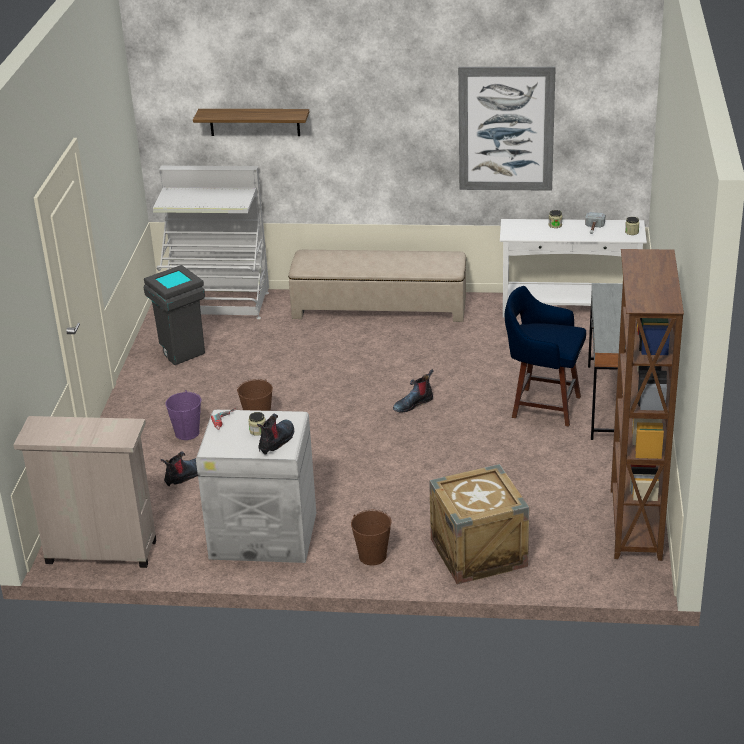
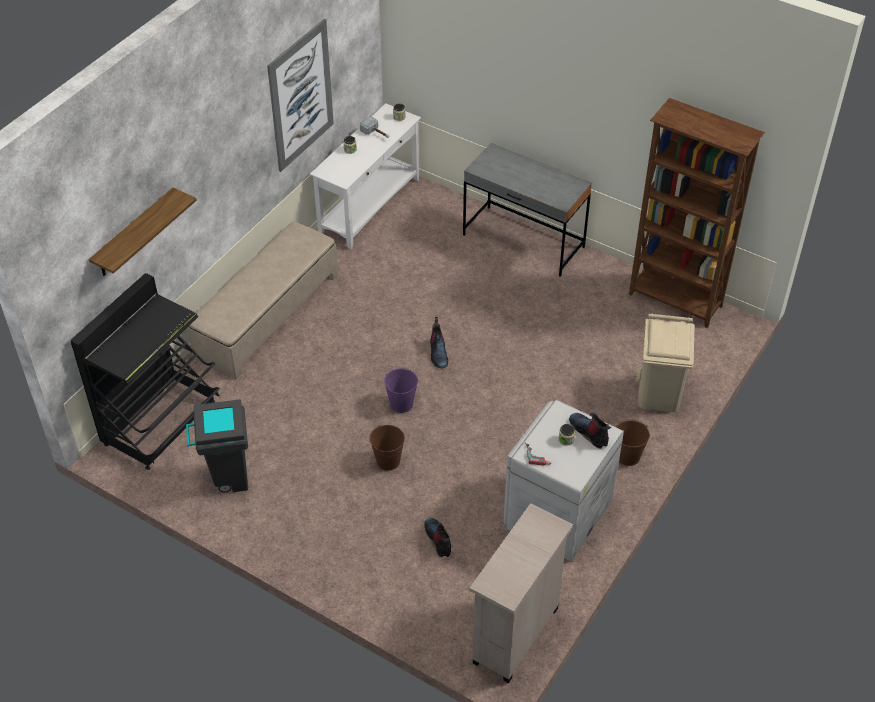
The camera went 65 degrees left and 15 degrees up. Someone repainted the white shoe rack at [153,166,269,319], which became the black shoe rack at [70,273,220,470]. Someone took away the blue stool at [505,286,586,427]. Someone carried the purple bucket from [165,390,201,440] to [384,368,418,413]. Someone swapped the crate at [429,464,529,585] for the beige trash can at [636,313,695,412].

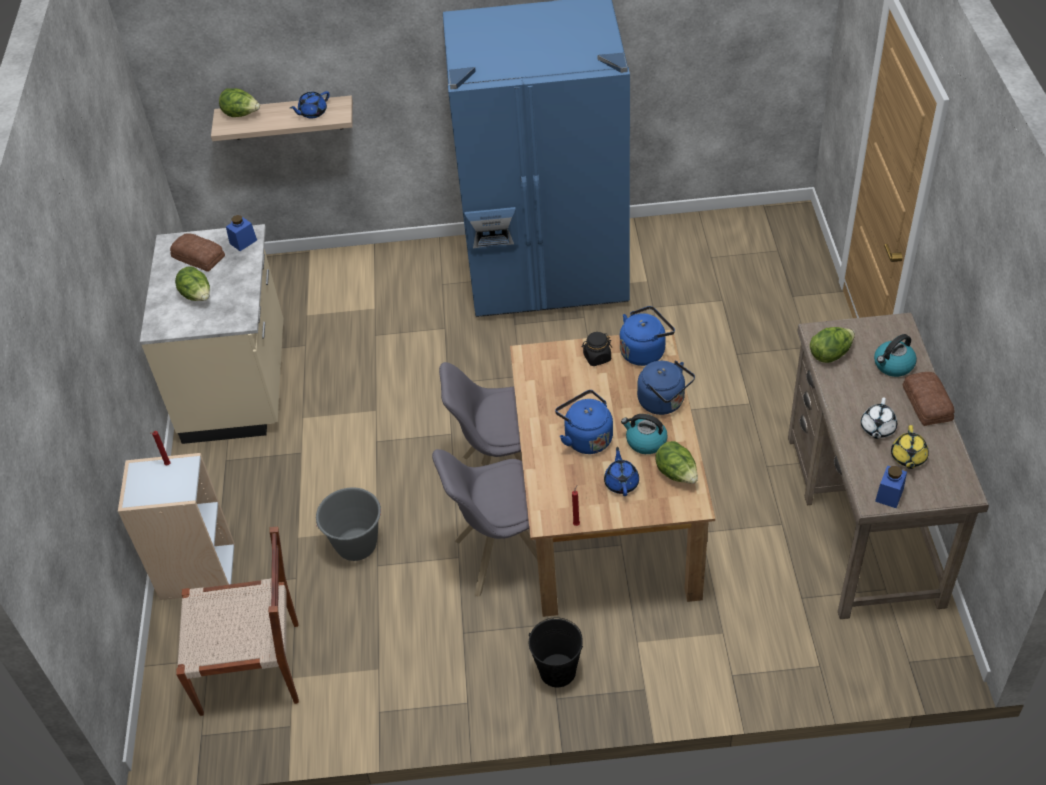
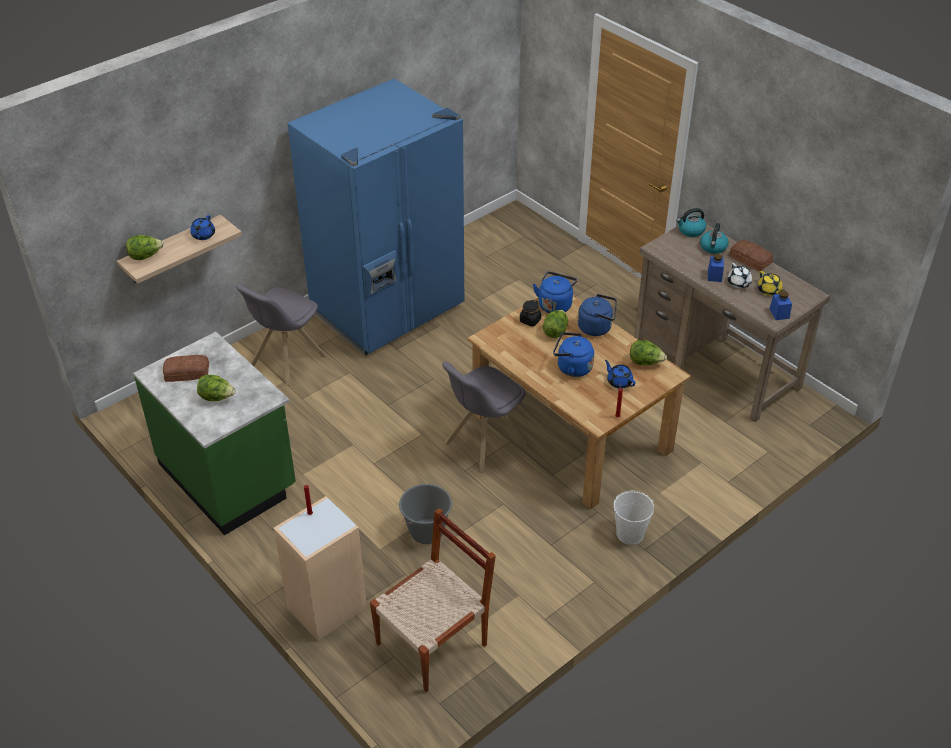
The camera went 40 degrees left and 5 degrees down. Someone carried the blue jar from [226,215,257,251] to [708,254,724,282]. Someone repainted the beige counter at [140,224,283,444], which became the green counter at [133,332,296,535]. Someone carried the lettuce from [810,327,855,363] to [542,310,568,338]. Someone carried the kettle from [621,414,668,454] to [676,208,706,237]. Someone carried the grey chair from [432,449,537,597] to [236,284,326,386]. Someone repainted the black bucket at [529,617,583,687], which became the white bucket at [614,491,654,545].

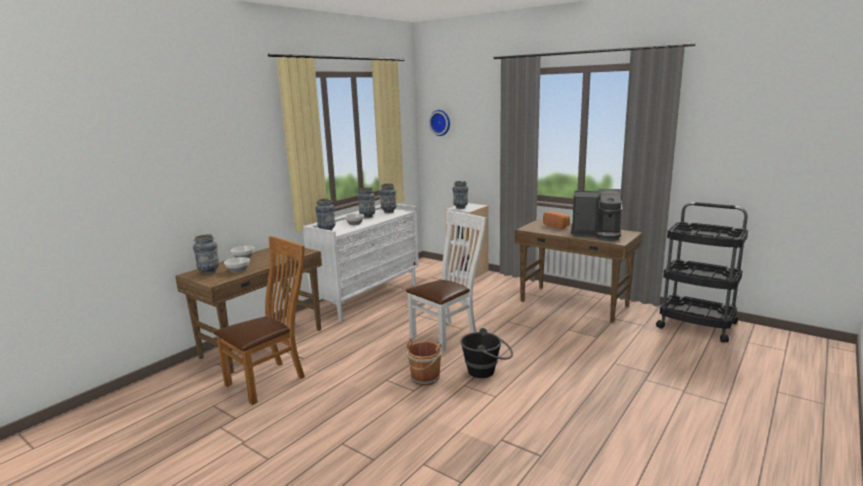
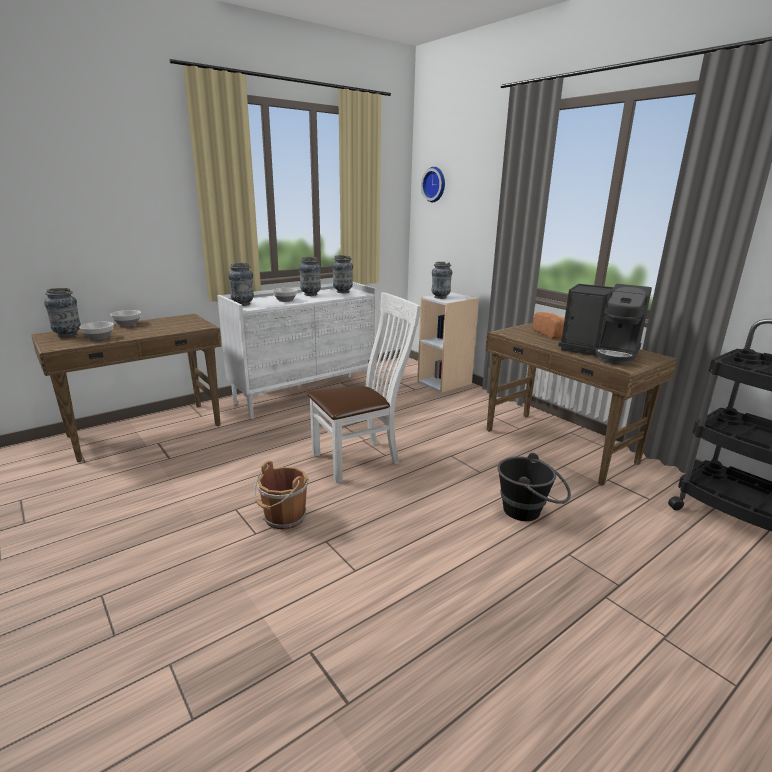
The camera went 15 degrees right and 5 degrees up. Someone took away the brown chair at [214,236,305,405]. Someone carried the black bucket from [460,328,513,378] to [497,453,571,521].

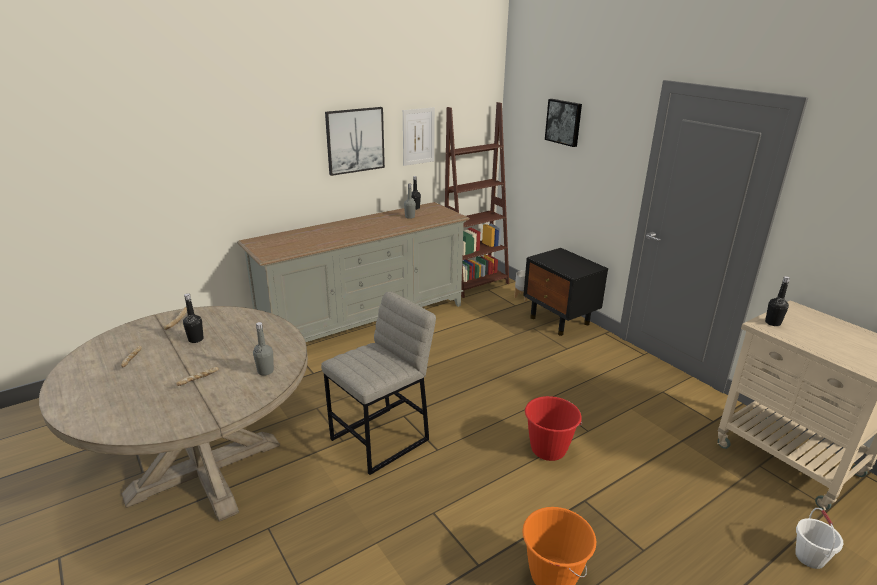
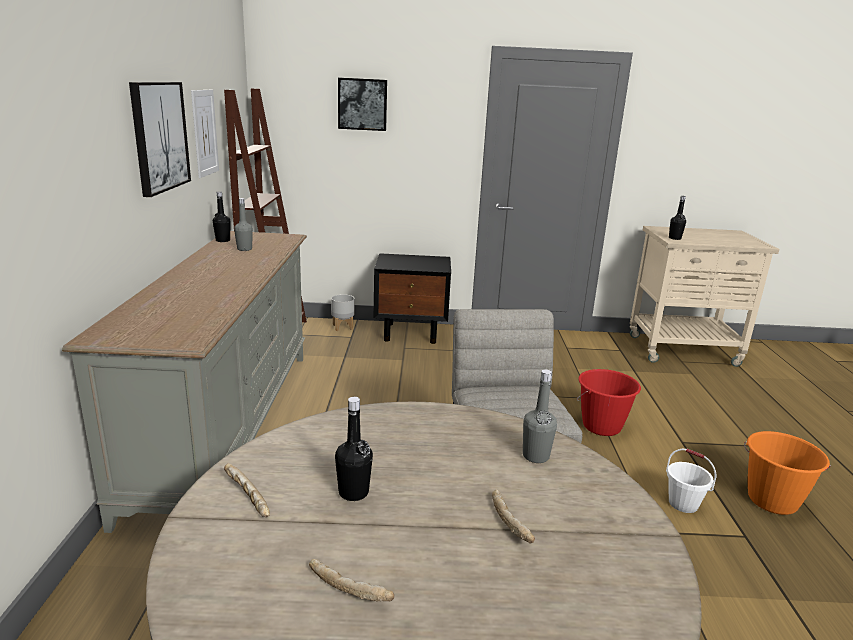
The camera went 55 degrees left and 5 degrees down. Someone carried the white bucket from [795,508,844,569] to [666,449,716,513].

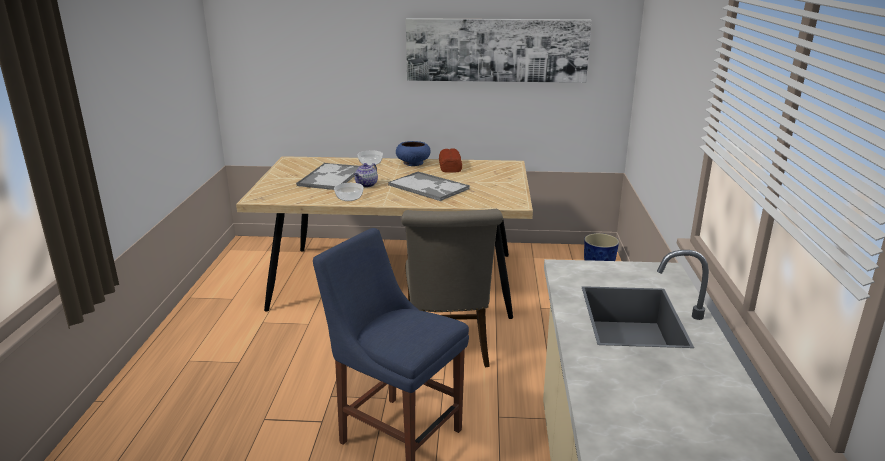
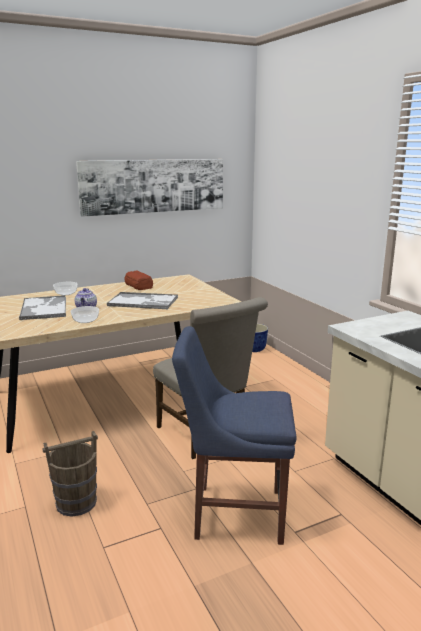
The camera went 30 degrees left and 5 degrees down. Someone took away the blue bowl at [396,141,431,166]. Someone put down the brown bucket at [43,431,98,517].

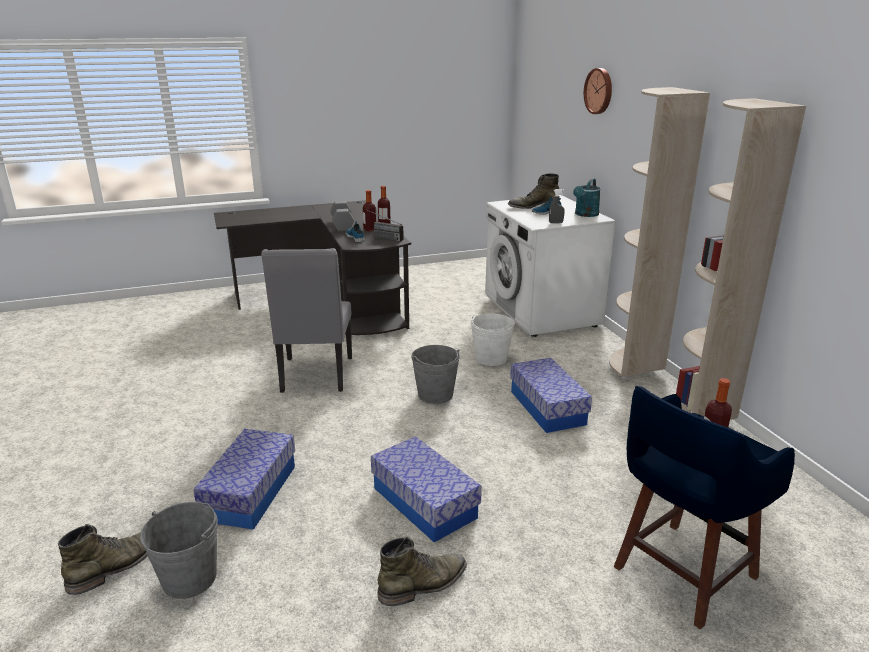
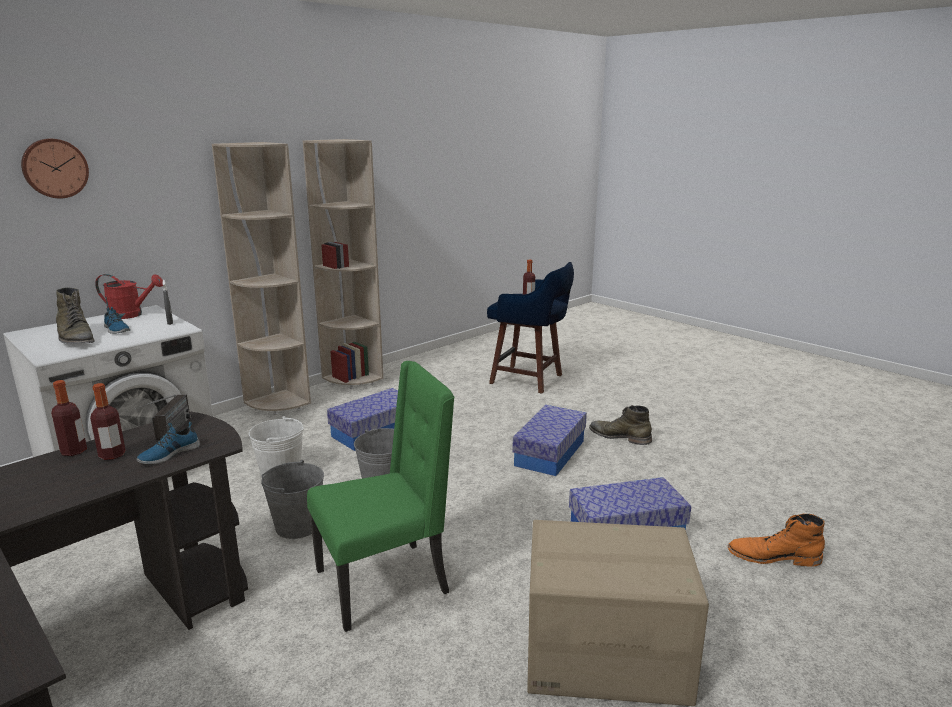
The camera went 115 degrees left and 5 degrees down. Someone repainted the turquoise watering can at [573,178,601,217], which became the red watering can at [95,274,163,319]. Someone took away the grey dumbbell at [330,201,354,231]. Someone repainted the grey chair at [261,248,352,393], which became the green chair at [307,361,455,632]. Someone carried the grey bucket from [140,502,218,599] to [261,460,324,539]. Someone repainted the green boot at [58,524,148,595], which became the orange boot at [728,514,825,567]. Someone put down the cardboard box at [527,520,709,706].

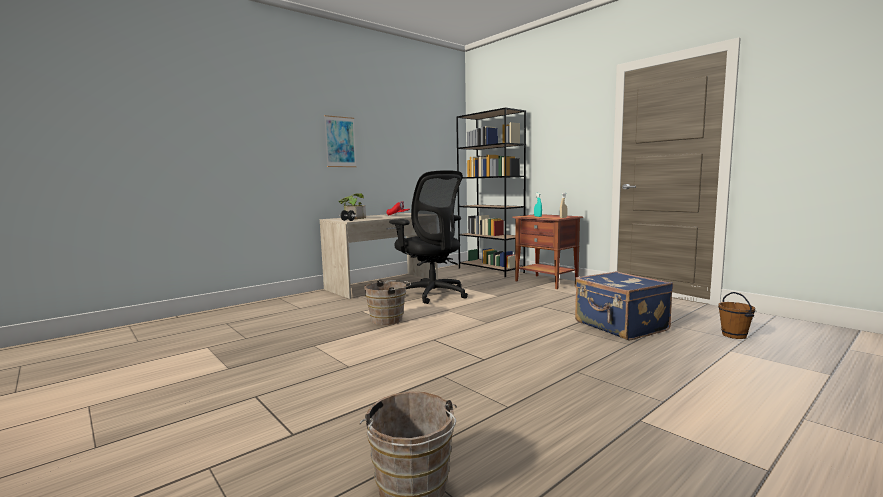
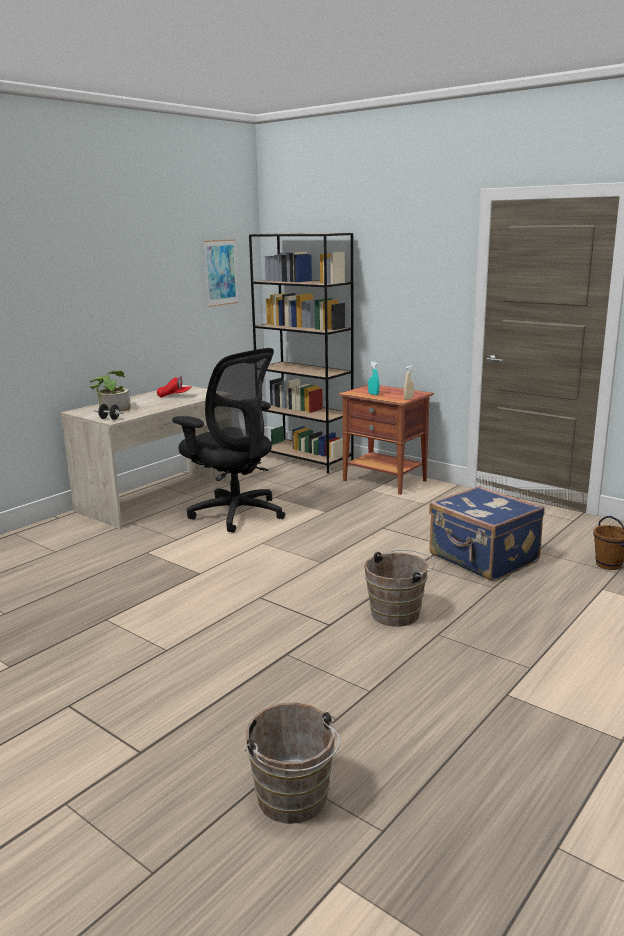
The camera went 10 degrees left and 10 degrees up. Someone carried the picture from [324,115,357,167] to [204,239,238,307]. Someone carried the brown bucket from [364,280,411,325] to [364,549,435,627].

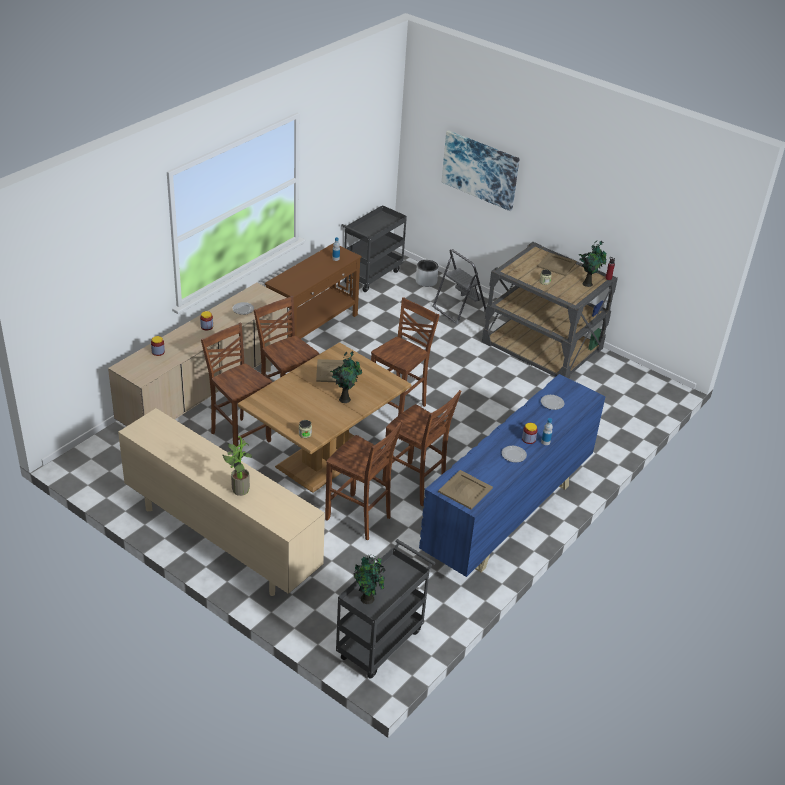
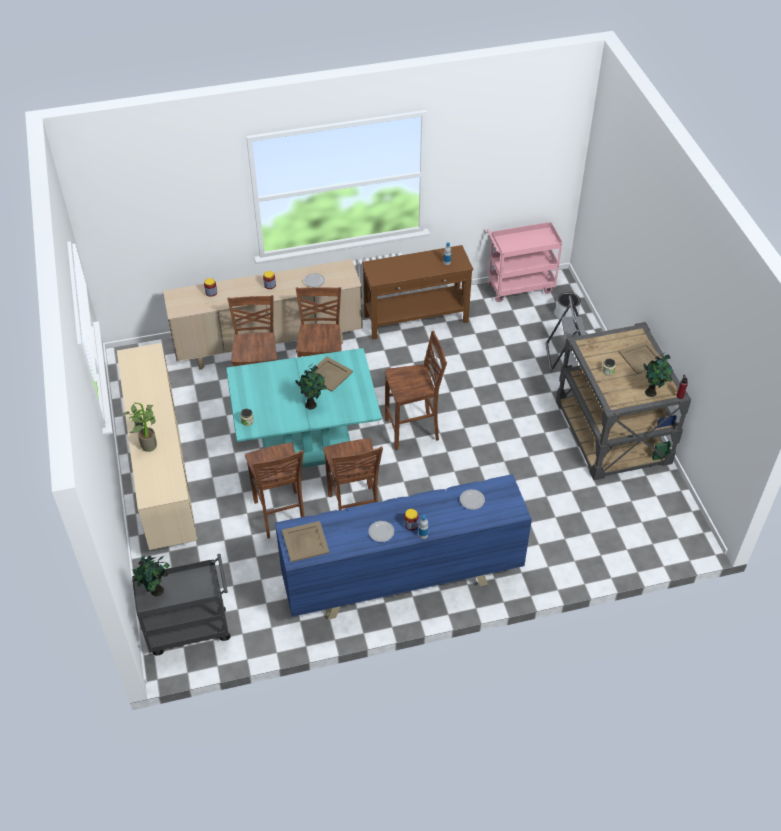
The camera went 40 degrees right and 10 degrees up. Someone took away the picture at [442,130,520,211]. Someone repainted the grey cart at [341,205,407,292], which became the pink cart at [487,222,562,302]. Someone repainted the brown dining table at [238,342,411,493], which became the turquoise dining table at [226,348,382,468].

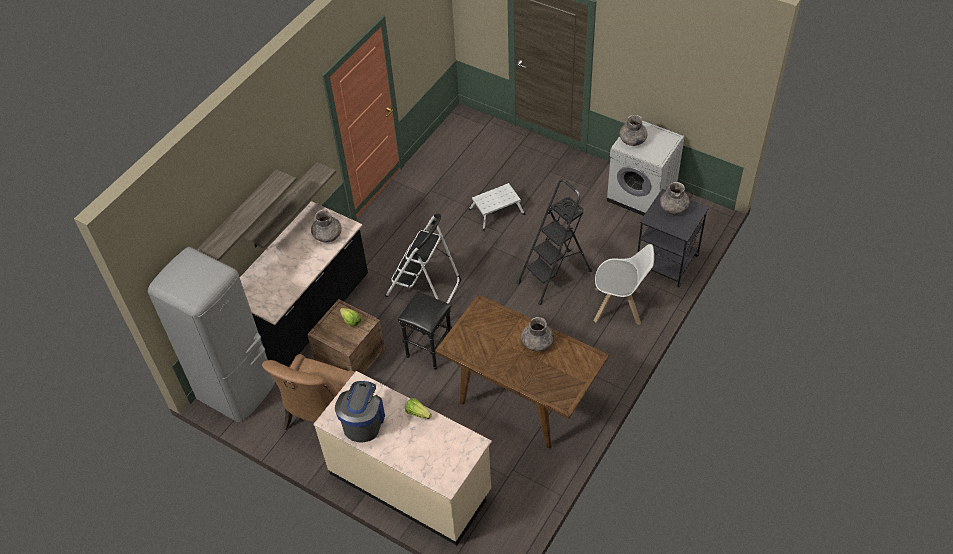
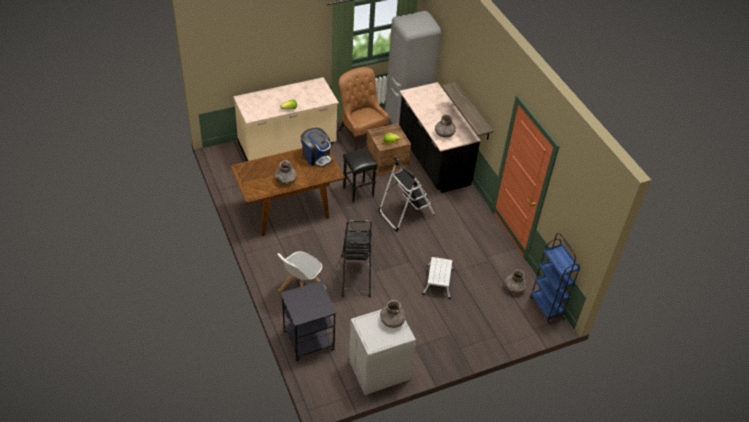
The camera went 120 degrees right and 5 degrees down. Someone took away the shelf at [197,169,297,261]. Someone carried the grey vase from [660,182,690,215] to [505,269,527,293]. Someone carried the coffee machine from [335,381,385,443] to [301,128,332,167]. Someone put down the blue cart at [530,233,580,325].

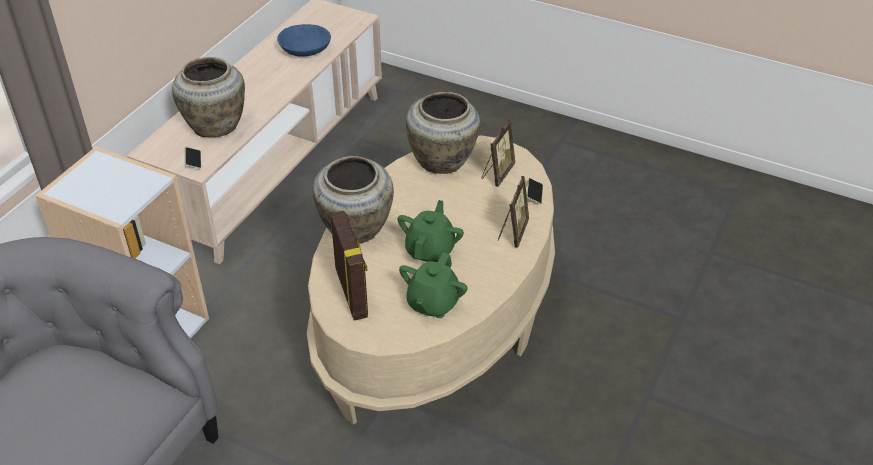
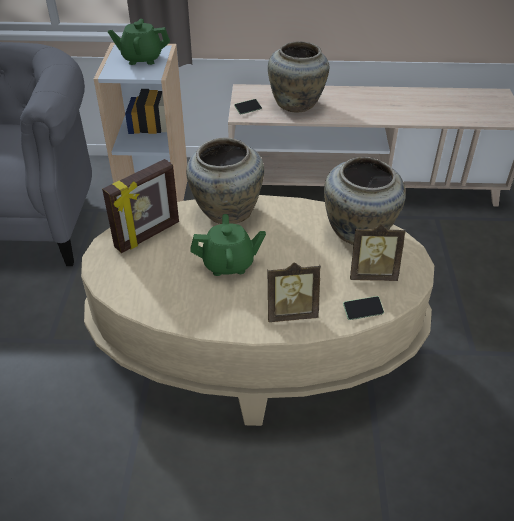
The camera went 65 degrees right and 0 degrees up. Someone took away the blue bowl at [277,24,331,57]. Someone carried the green teapot from [399,252,468,318] to [108,19,170,65].

